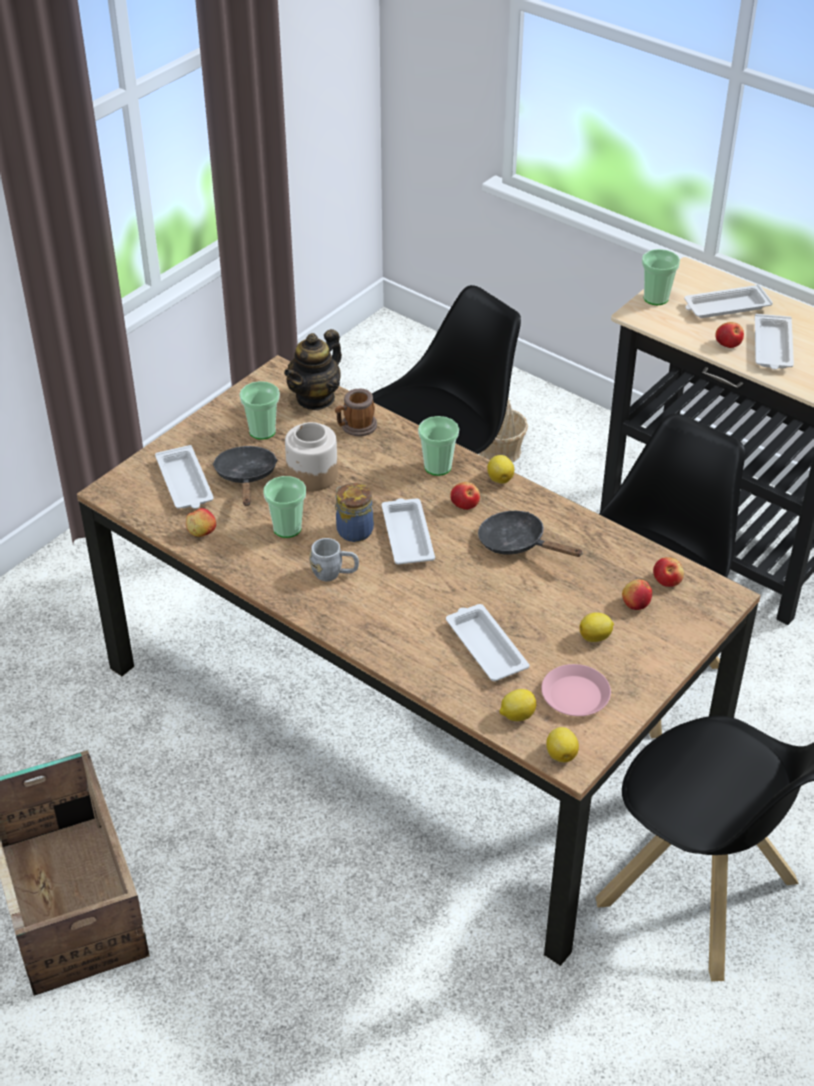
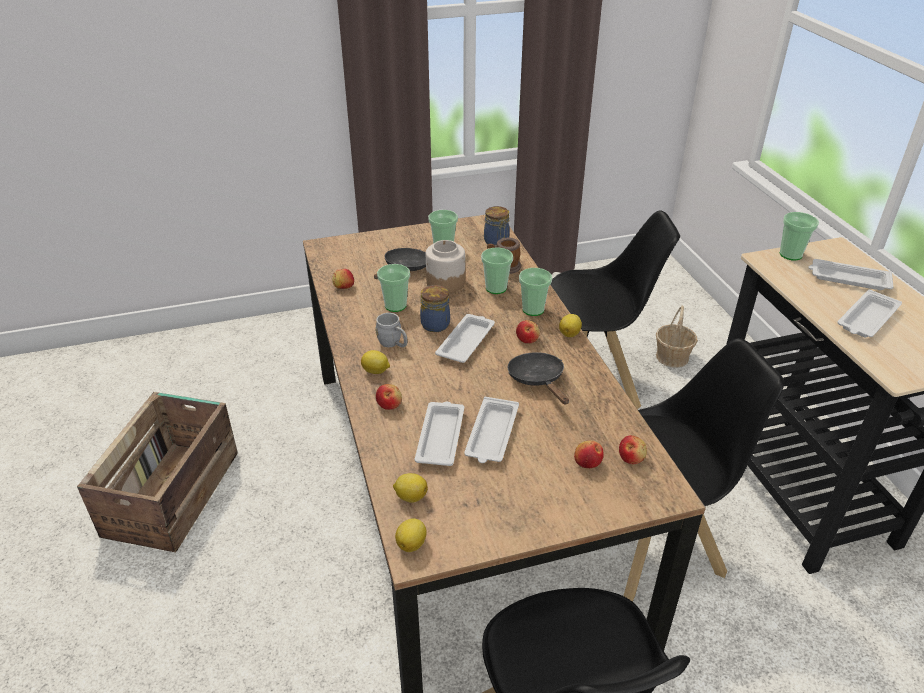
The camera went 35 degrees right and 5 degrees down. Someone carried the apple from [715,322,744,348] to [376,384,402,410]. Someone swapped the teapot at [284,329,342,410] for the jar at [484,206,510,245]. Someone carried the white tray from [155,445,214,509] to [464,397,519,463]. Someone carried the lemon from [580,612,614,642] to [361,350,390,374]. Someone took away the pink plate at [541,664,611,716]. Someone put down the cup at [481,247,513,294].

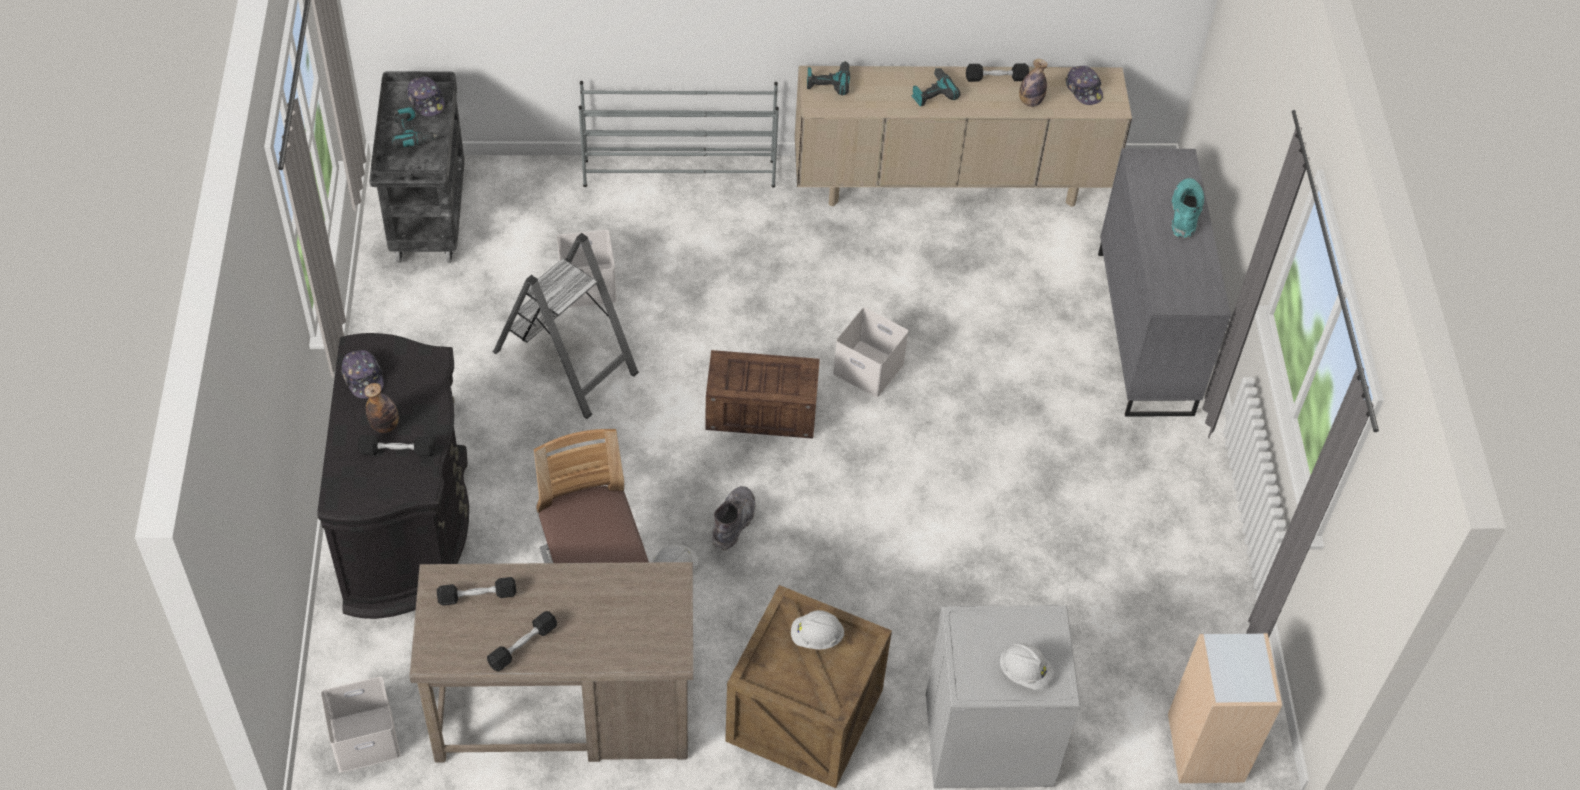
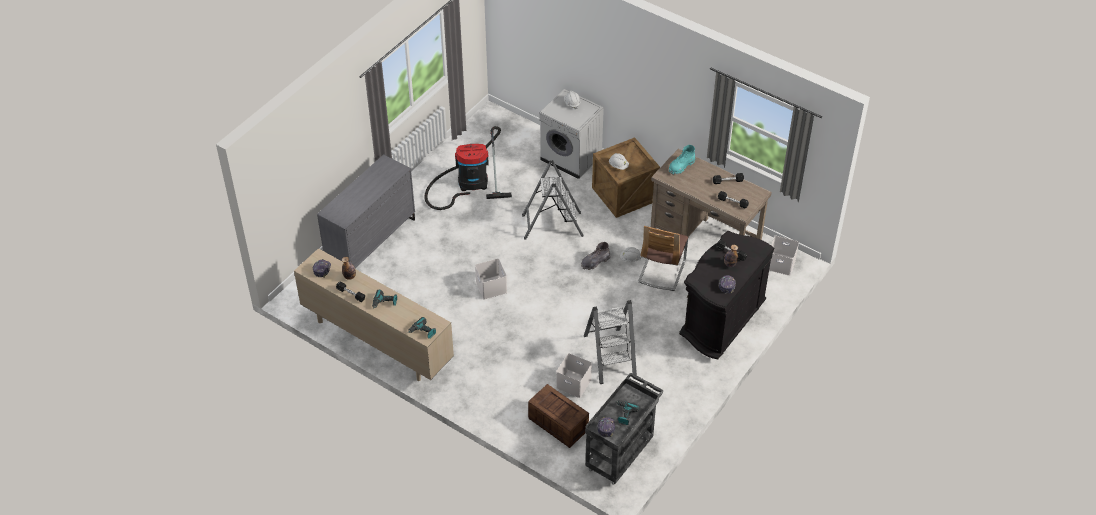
The camera went 140 degrees left and 5 degrees down. Someone took away the grey shoe rack at [579,81,779,187]. Someone carried the turquoise boot from [1172,178,1204,239] to [669,145,695,175]. Someone carried the crate from [705,350,820,439] to [528,384,589,448]. Someone took away the bookcase at [1168,633,1282,783]. Someone put down the vacuum cleaner at [424,126,512,210]. Someone put down the grey step ladder at [522,160,583,240].

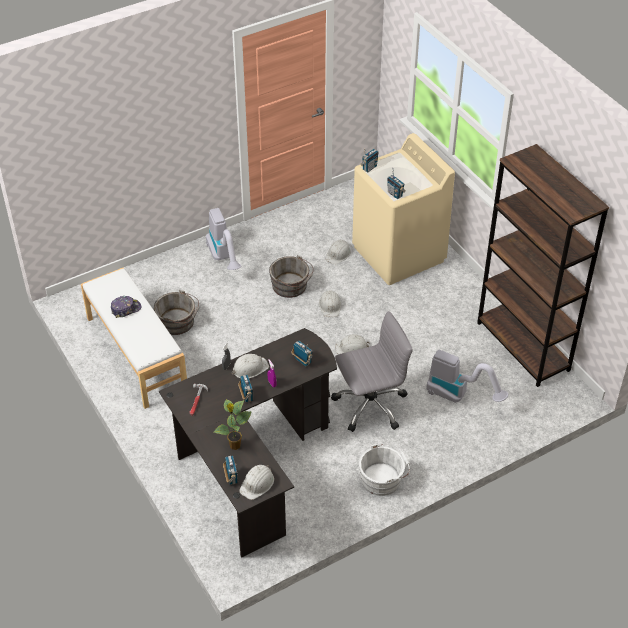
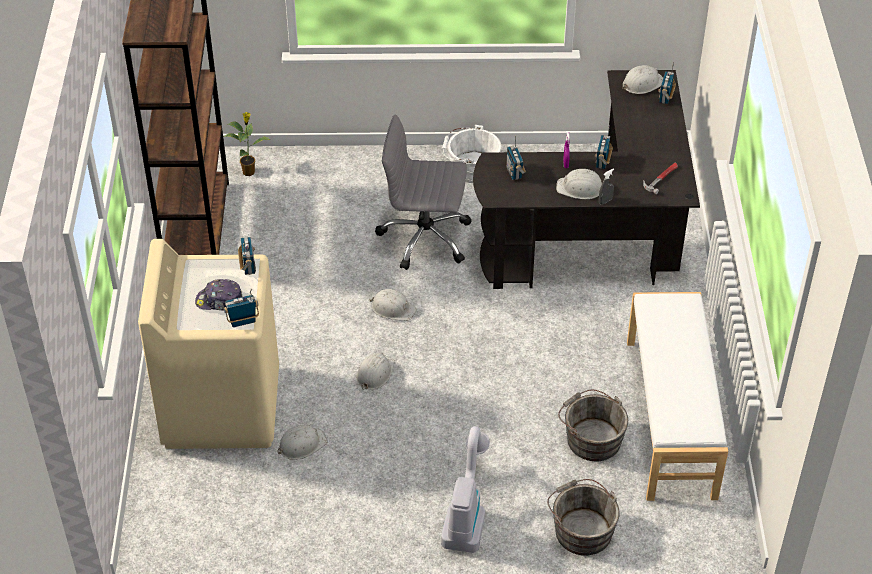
The camera went 150 degrees left and 0 degrees up. Someone carried the grey bucket from [269,255,314,298] to [547,479,620,556]. Someone carried the cap from [111,296,141,318] to [195,279,242,311]. Someone took away the vacuum cleaner at [426,350,508,403]. Someone carried the potted plant from [213,399,252,450] to [225,112,271,176].

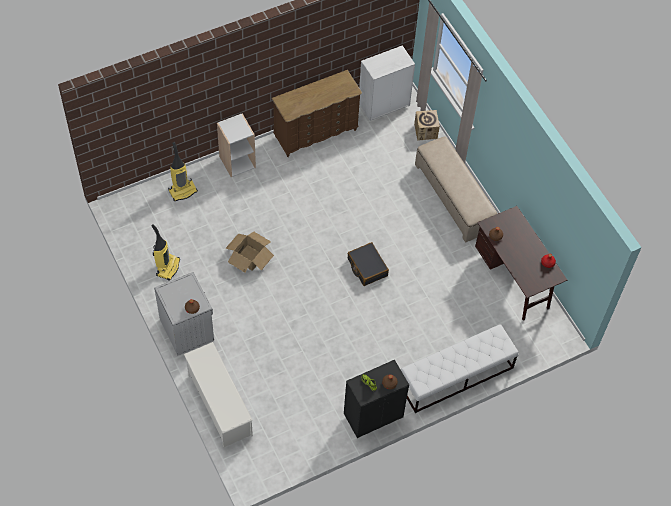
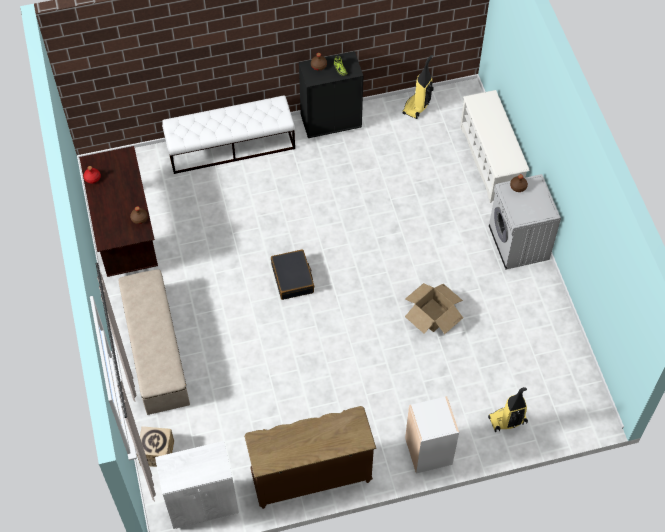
The camera went 165 degrees left and 0 degrees up. Someone carried the vacuum cleaner from [151,224,180,281] to [402,55,434,119].

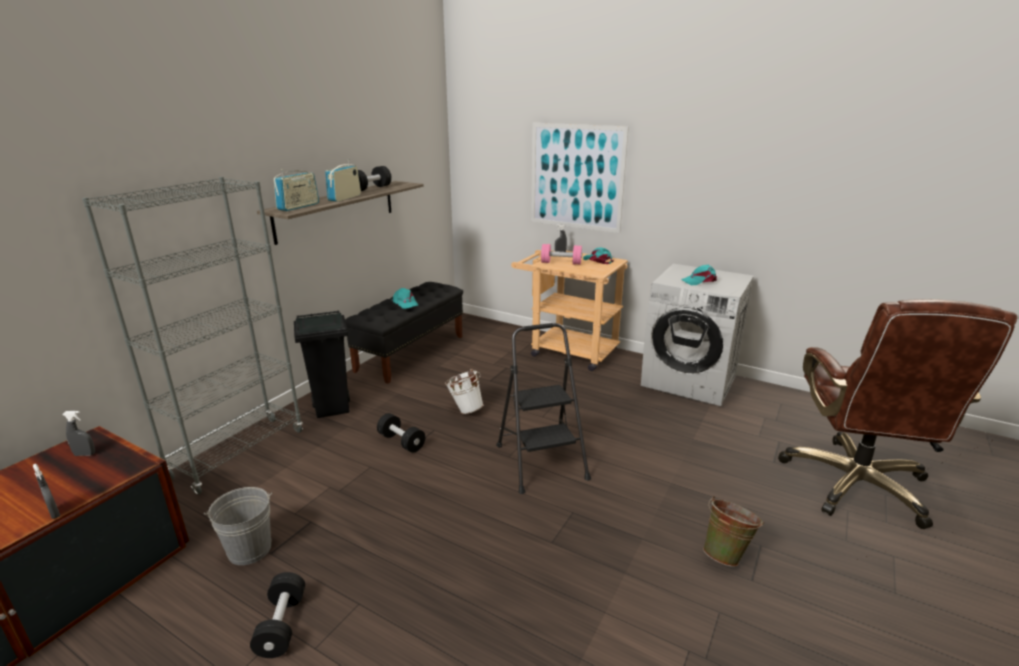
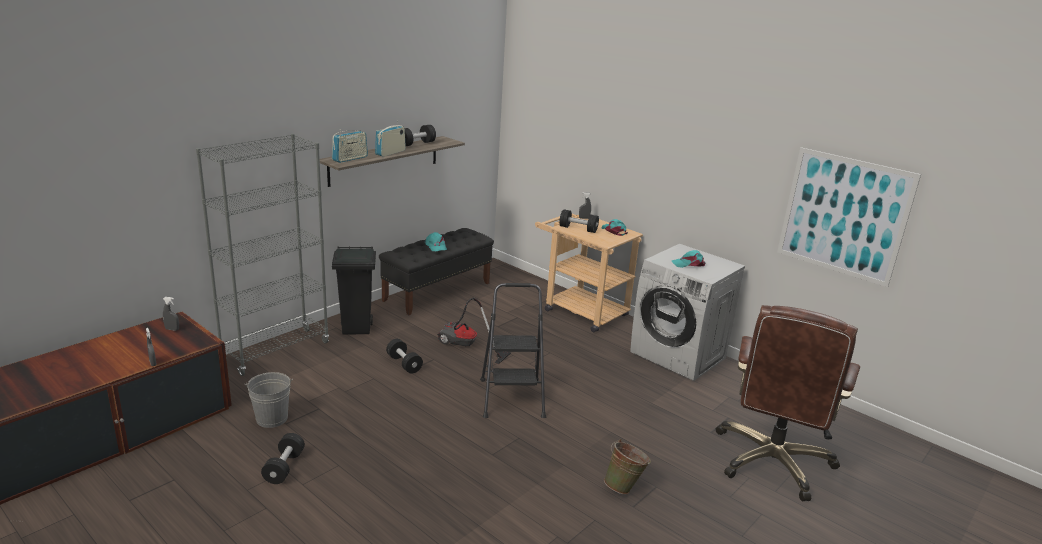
The camera went 10 degrees right and 0 degrees up. Someone carried the picture from [531,123,629,233] to [777,147,921,287]. Someone repainted the pink dumbbell at [541,244,582,265], which became the black dumbbell at [559,209,599,233]. Someone swapped the white bucket at [445,369,484,414] for the vacuum cleaner at [438,298,511,364].

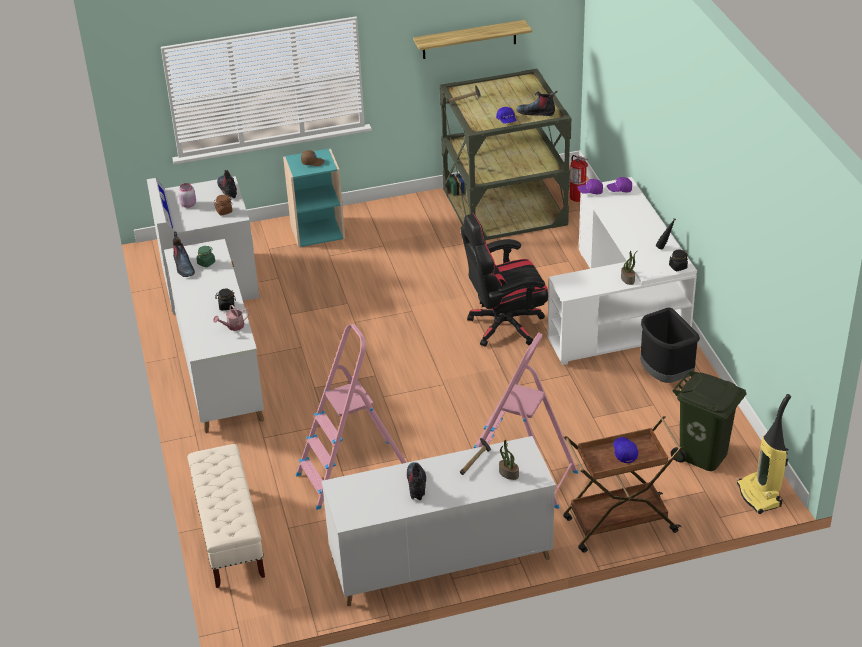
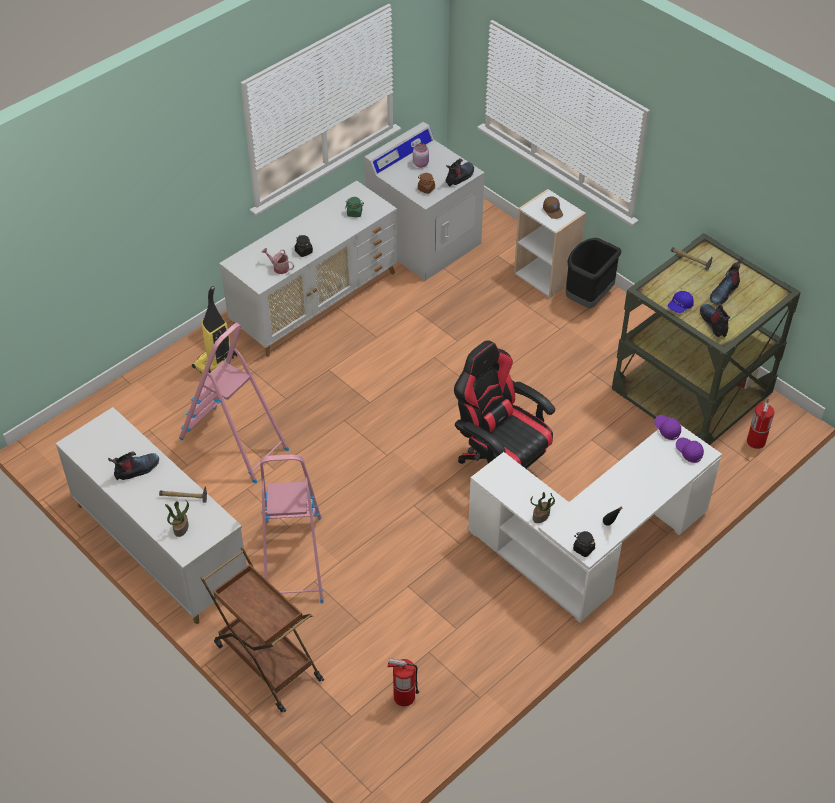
The camera went 60 degrees right and 10 degrees up. Someone took away the shelf at [413,20,532,59]. Someone repainted the turquoise bookcase at [283,148,345,247], which became the white bookcase at [514,189,586,298]. Someone carried the boot from [173,232,195,277] to [710,257,743,305]. Someone carried the black trash can from [640,308,700,383] to [566,238,621,308]. Someone swapped the green trash can at [671,371,747,471] for the fire extinguisher at [387,658,419,706]. Someone carried the vacuum cleaner from [737,394,791,514] to [192,286,237,374]. Someone took away the blue cap at [613,437,638,463]. Someone took away the beige bench at [187,444,265,588].

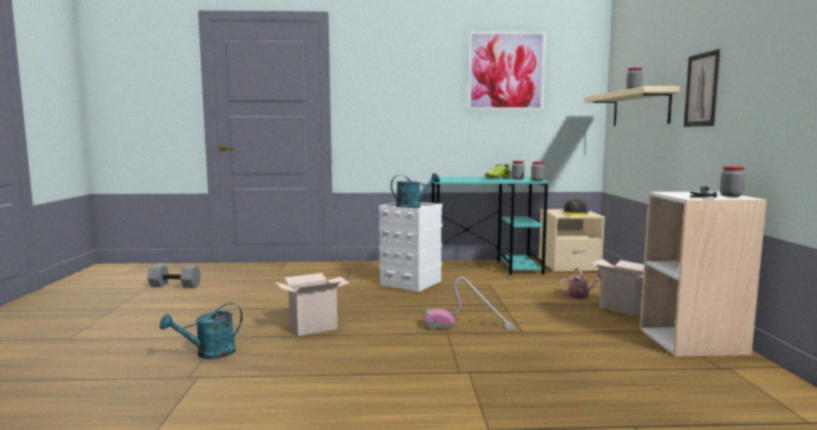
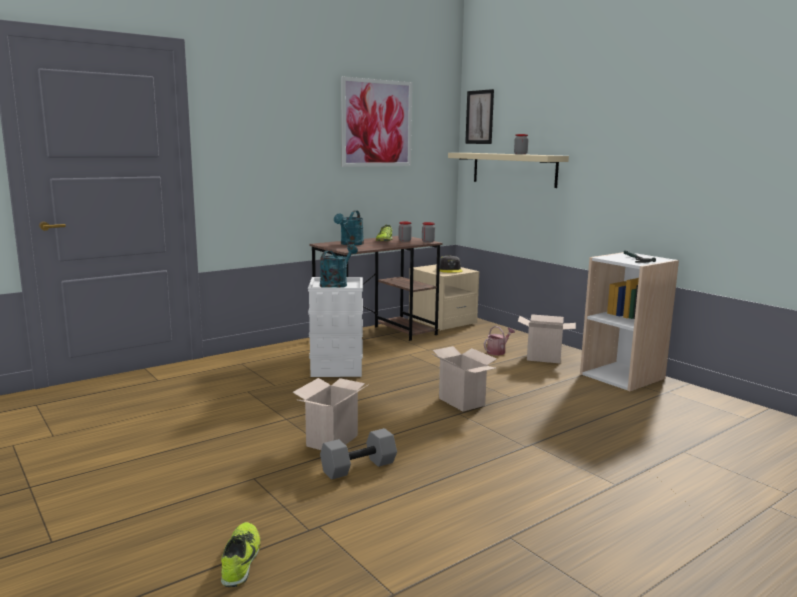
The camera went 35 degrees left and 5 degrees up. Someone carried the picture from [684,49,720,127] to [465,89,494,144]. Someone took away the jar at [720,166,745,197]. Someone repainted the turquoise desk at [430,177,550,275], which became the brown desk at [309,236,443,341]. Someone carried the grey dumbbell from [147,265,201,288] to [320,428,397,480]. Someone swapped the vacuum cleaner at [425,277,515,330] for the cardboard box at [431,346,497,411]. Someone carried the turquoise watering can from [160,303,243,359] to [334,210,364,245]. Someone put down the shoe at [221,522,261,587].

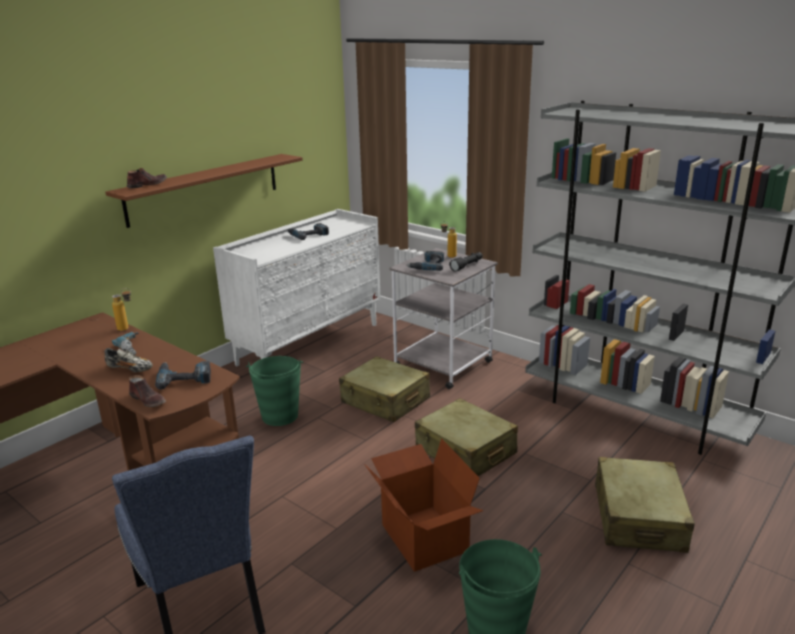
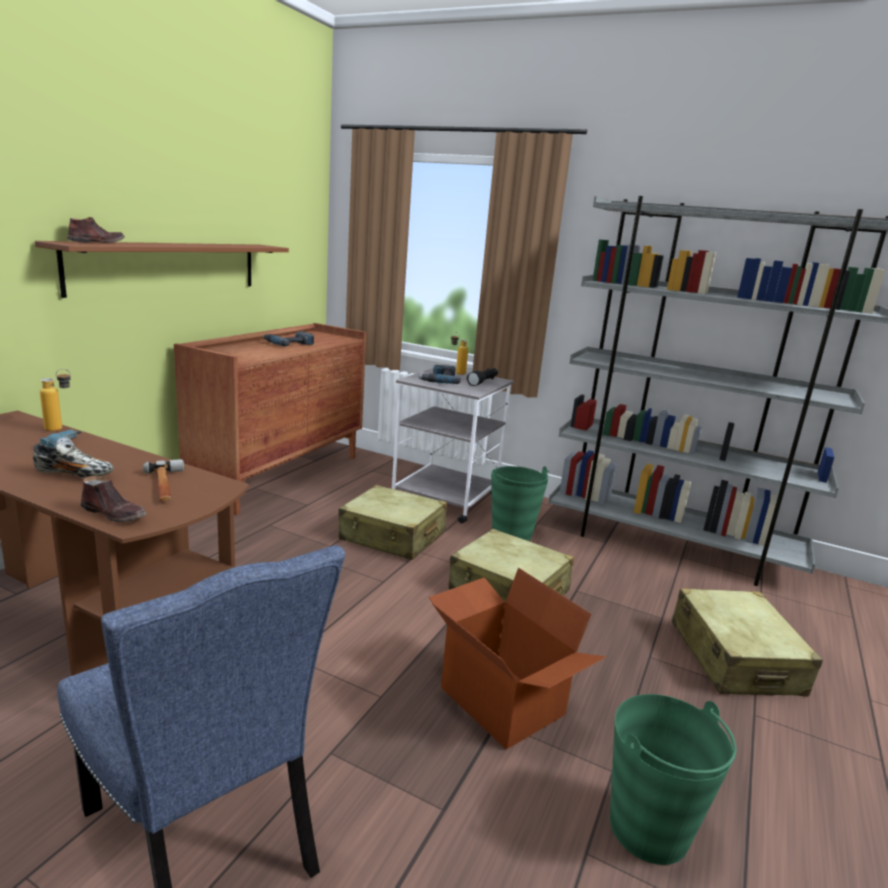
The camera went 15 degrees left and 5 degrees down. Someone repainted the white cabinet at [213,209,381,367], which became the brown cabinet at [174,323,366,515]. Someone carried the green bucket from [246,356,303,426] to [491,466,549,541]. Someone swapped the power drill at [155,361,211,390] for the hammer at [143,459,184,501].

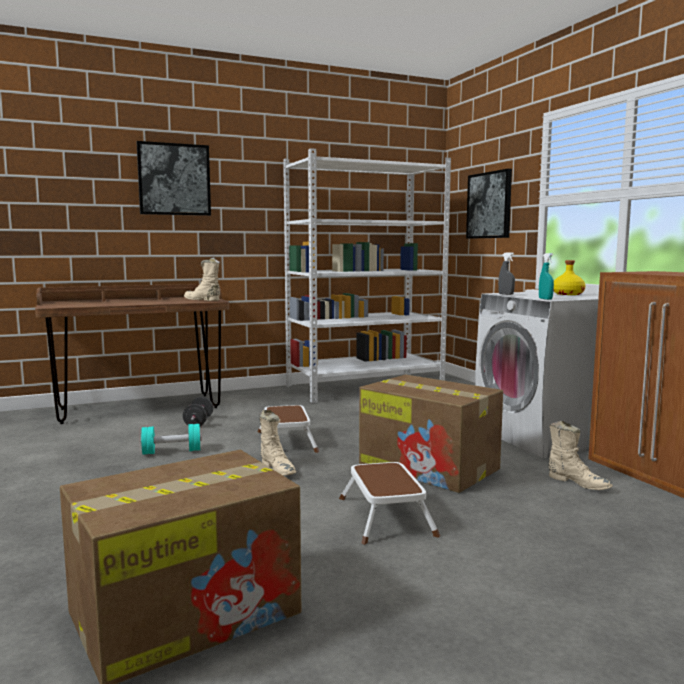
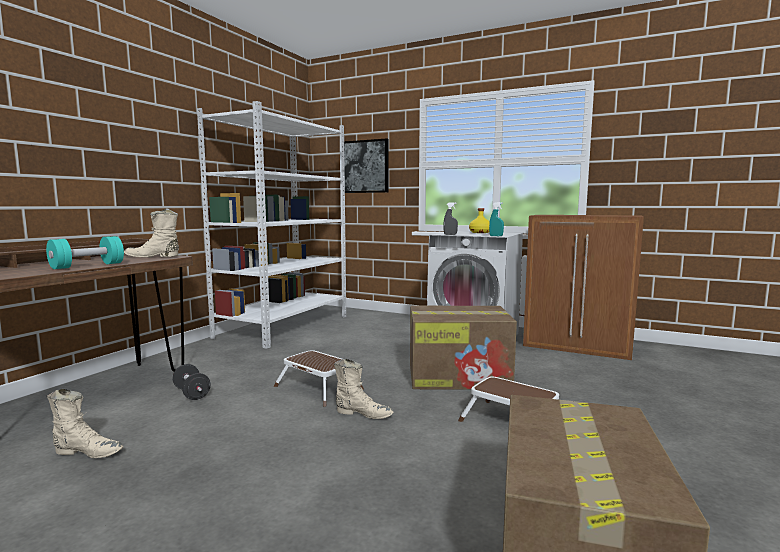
The camera went 40 degrees left and 0 degrees up. Someone took away the picture at [136,141,211,216]. Someone carried the beige boot from [548,421,613,490] to [47,389,123,458]. Someone carried the turquoise dumbbell from [141,424,202,455] to [46,236,124,269].

